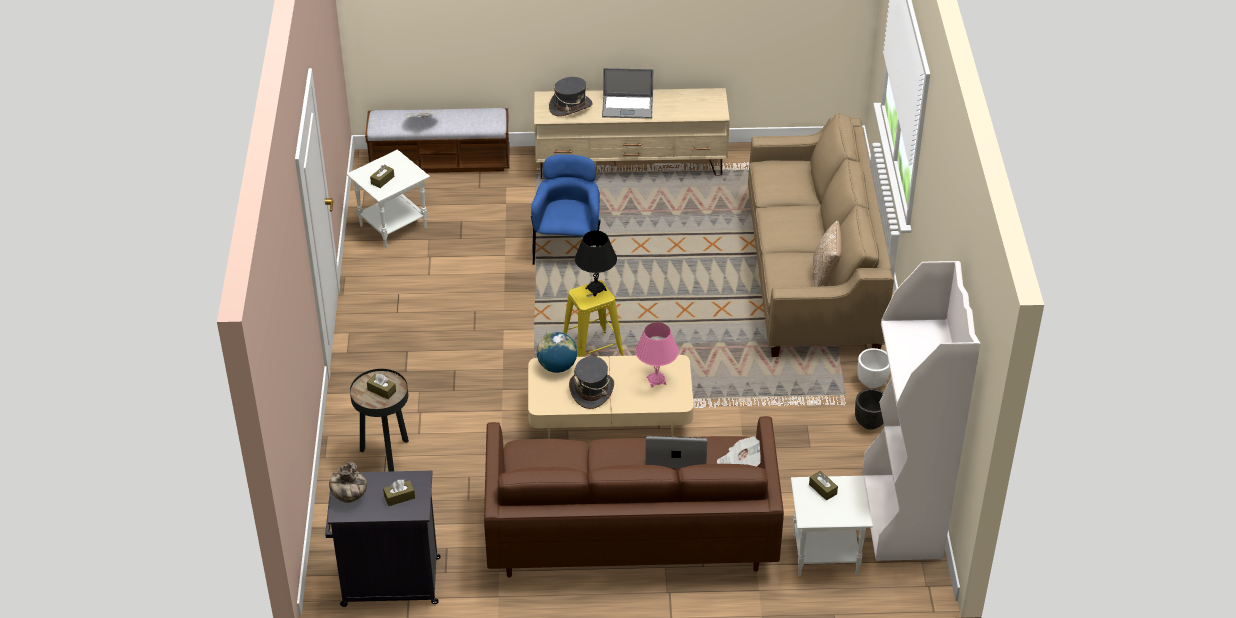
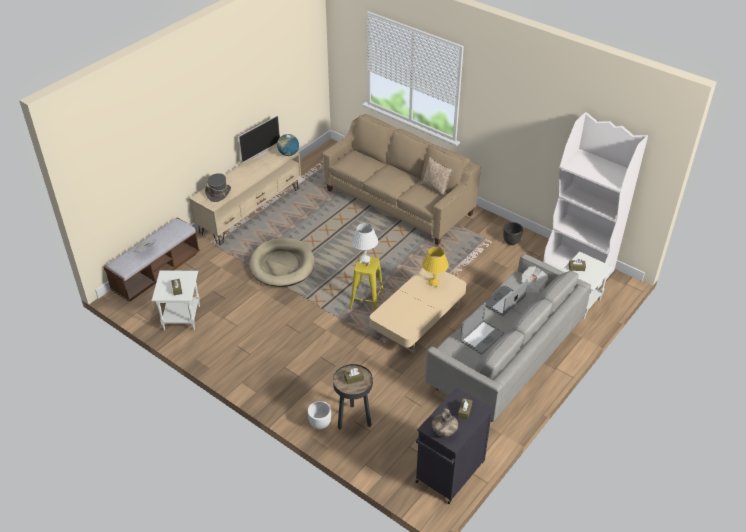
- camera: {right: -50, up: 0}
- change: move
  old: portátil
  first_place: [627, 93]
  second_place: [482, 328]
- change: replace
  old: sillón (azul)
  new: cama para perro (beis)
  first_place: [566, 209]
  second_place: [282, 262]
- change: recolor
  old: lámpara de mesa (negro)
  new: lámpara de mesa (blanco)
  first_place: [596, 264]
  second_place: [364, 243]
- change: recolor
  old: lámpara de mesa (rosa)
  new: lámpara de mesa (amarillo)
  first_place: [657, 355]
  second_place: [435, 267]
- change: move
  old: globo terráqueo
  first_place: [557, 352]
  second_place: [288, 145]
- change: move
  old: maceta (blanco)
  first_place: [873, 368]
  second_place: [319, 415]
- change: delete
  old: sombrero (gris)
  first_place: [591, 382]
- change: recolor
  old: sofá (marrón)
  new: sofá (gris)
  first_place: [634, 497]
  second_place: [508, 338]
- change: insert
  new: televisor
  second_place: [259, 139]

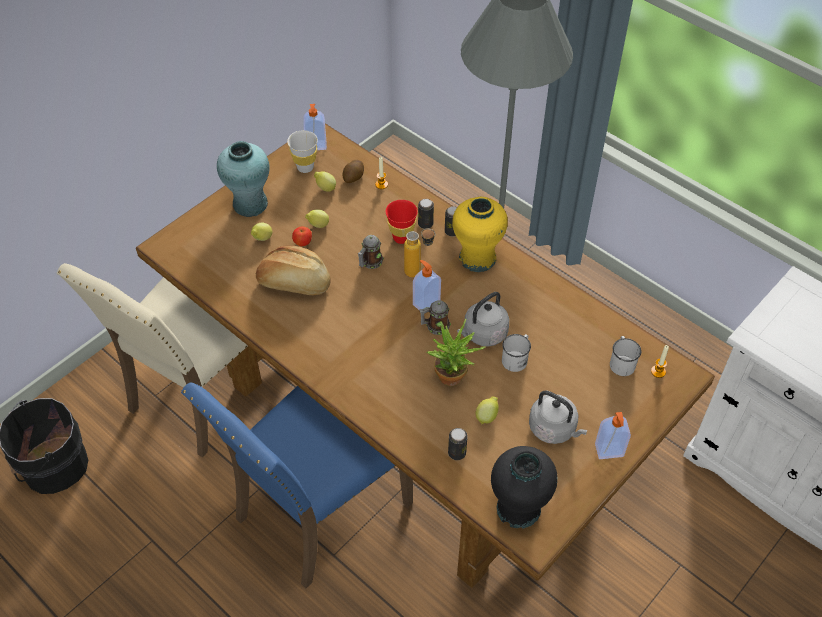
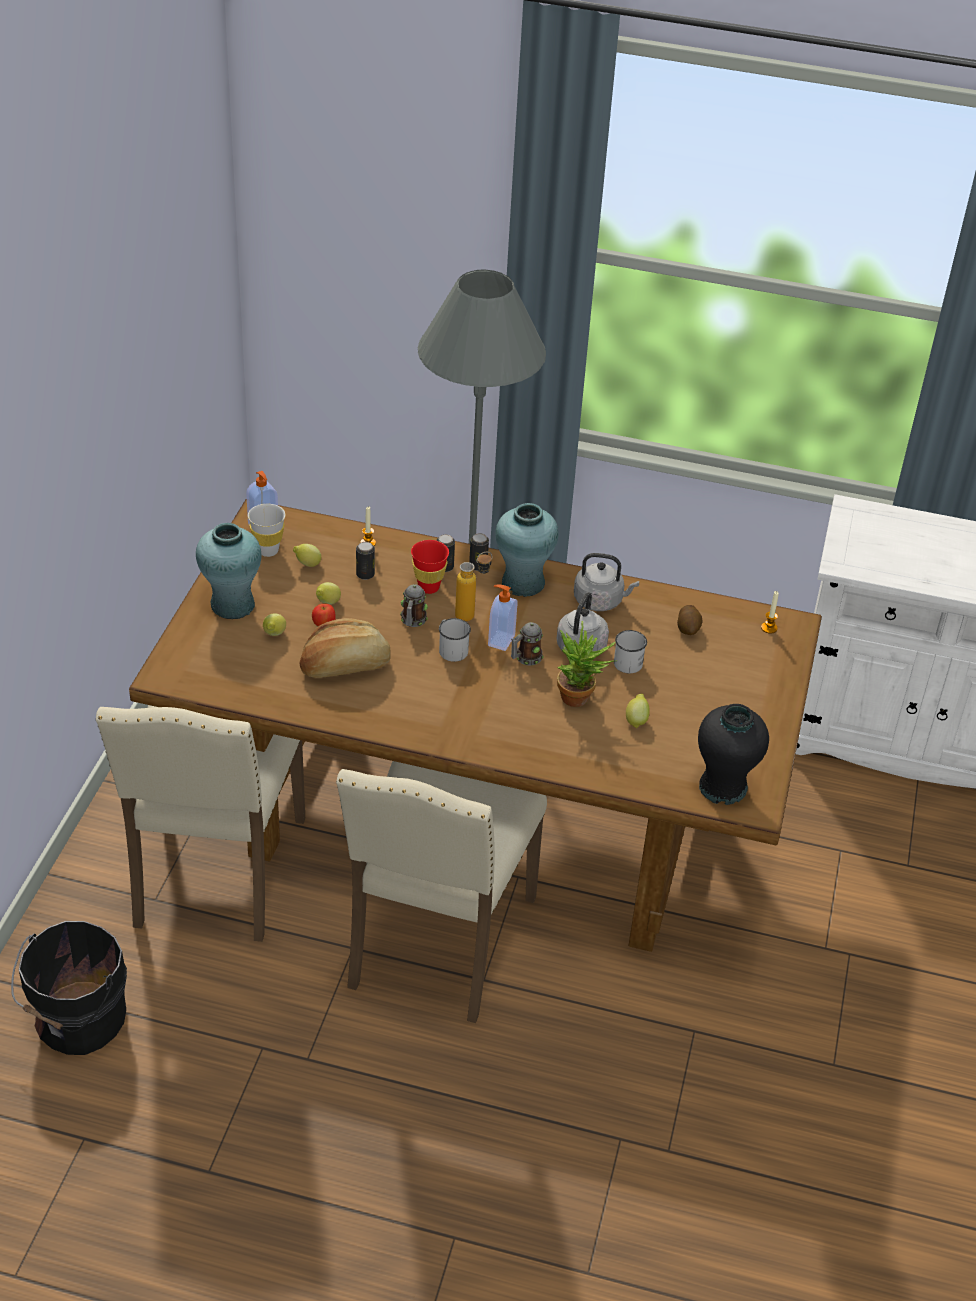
- camera: {right: -30, up: -10}
- change: move
  old: patata
  first_place: [353, 171]
  second_place: [689, 620]
- change: recolor
  old: florero (amarillo)
  new: florero (turquesa)
  first_place: [480, 234]
  second_place: [527, 550]
- change: move
  old: taza grande (blanco)
  first_place: [625, 356]
  second_place: [455, 640]
- change: recolor
  old: silla (azul)
  new: silla (beis)
  first_place: [297, 485]
  second_place: [441, 892]
- change: move
  old: hervidor (gris)
  first_place: [558, 417]
  second_place: [606, 582]
- change: delete
  old: dispensador de jabón
  first_place: [613, 435]
- change: move
  old: lata
  first_place: [458, 444]
  second_place: [365, 561]

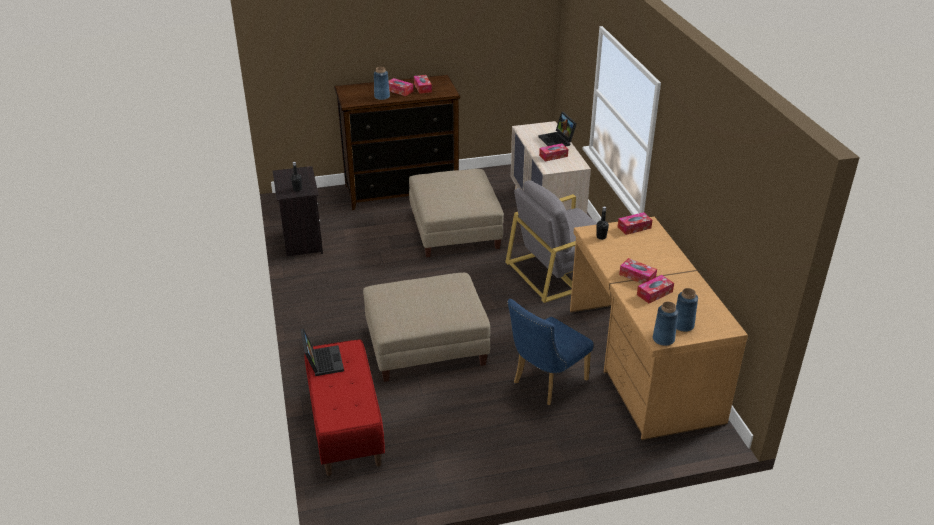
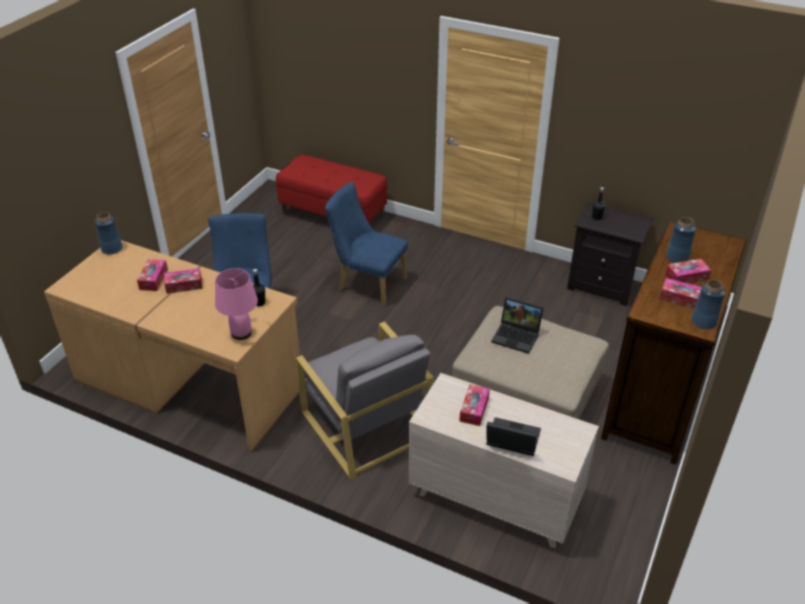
- camera: {right: 130, up: 5}
- change: rotate
  old: sillón (gris)
  first_place: [551, 241]
  second_place: [365, 400]
  degrees: 135
- change: replace
  old: caja de pañuelos
  new: lámpara de mesa (rosa)
  first_place: [635, 223]
  second_place: [236, 304]
- change: replace
  old: puf (beis)
  new: silla (azul)
  first_place: [426, 327]
  second_place: [366, 244]
- change: move
  old: florero (azul)
  first_place: [687, 310]
  second_place: [708, 304]
- change: move
  old: portátil
  first_place: [322, 352]
  second_place: [517, 325]

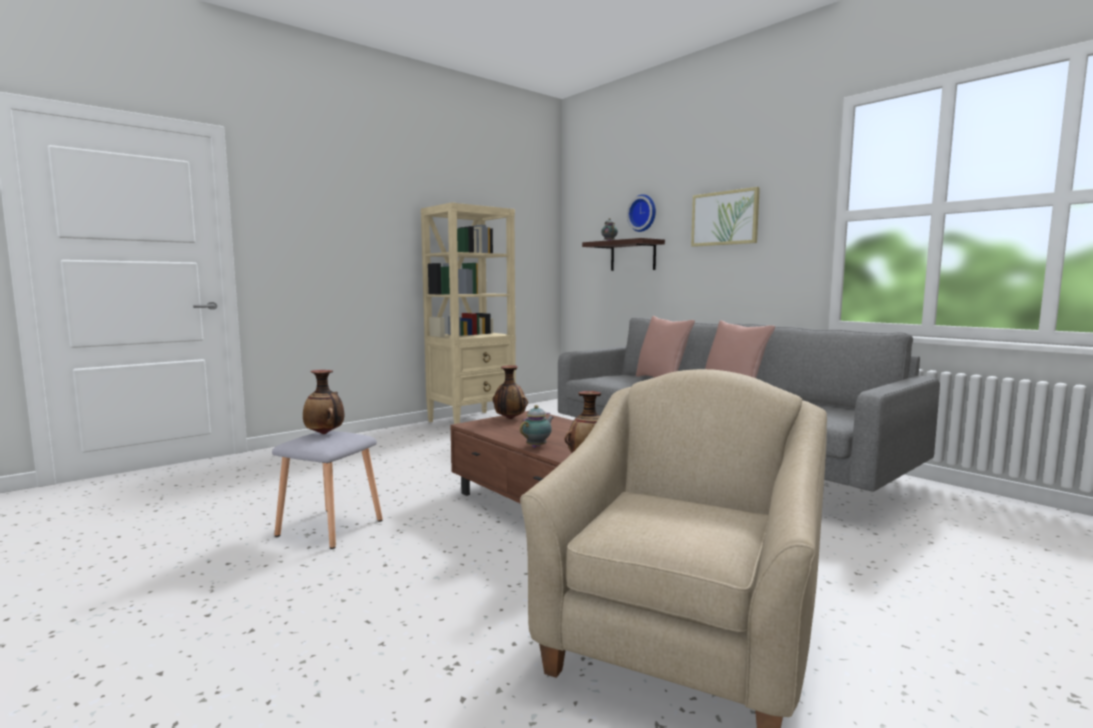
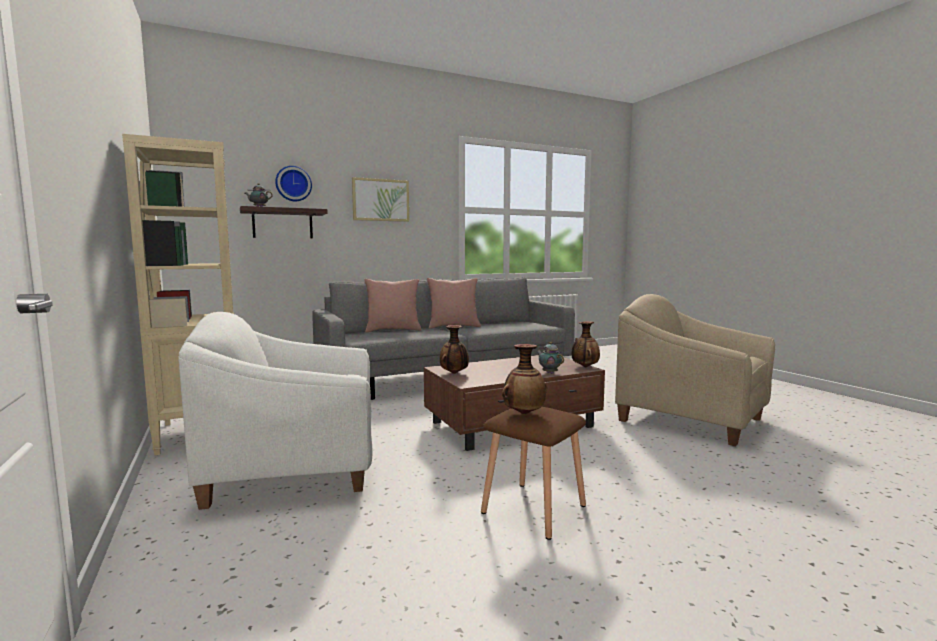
- camera: {right: -75, up: 0}
- change: recolor
  old: taburete (gris)
  new: taburete (marrón)
  first_place: [327, 490]
  second_place: [533, 473]
- change: insert
  new: sillón (blanco)
  second_place: [275, 411]

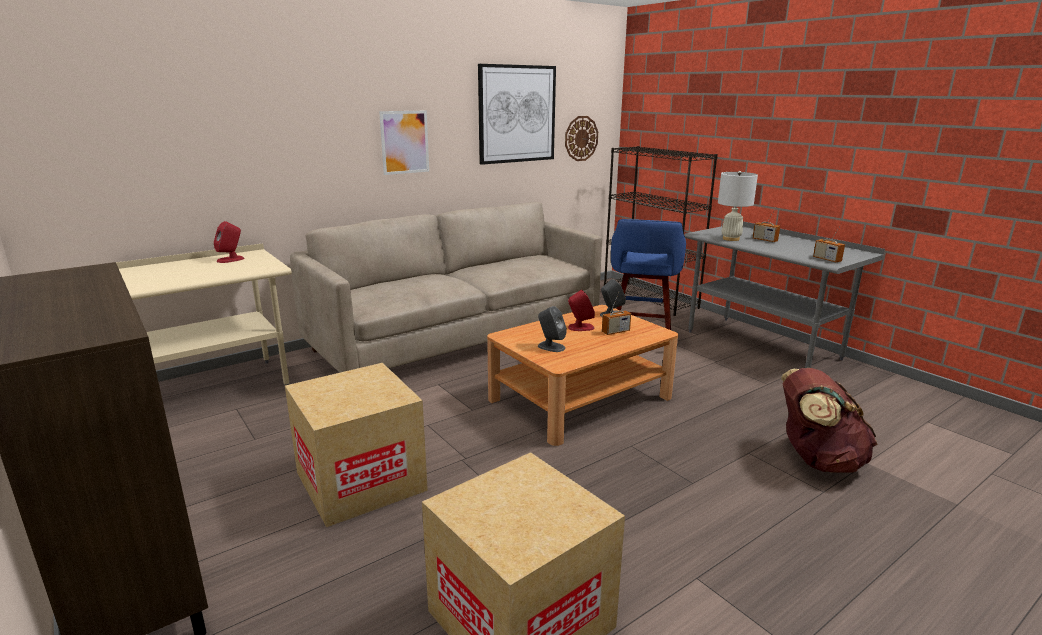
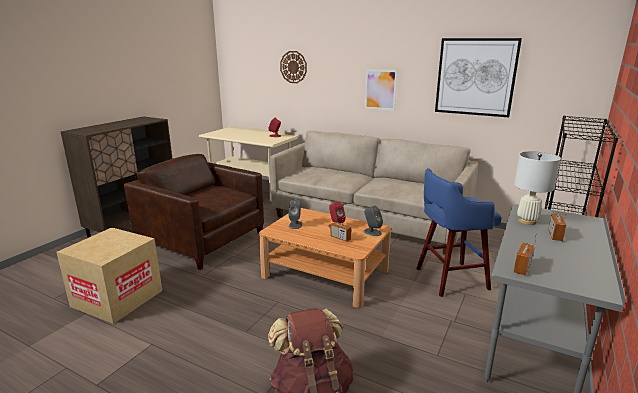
- camera: {right: 65, up: 0}
- change: move
  old: reloj de pared
  first_place: [581, 138]
  second_place: [293, 67]
- change: replace
  old: caja de cartón
  new: sillón (marrón)
  first_place: [356, 445]
  second_place: [194, 212]

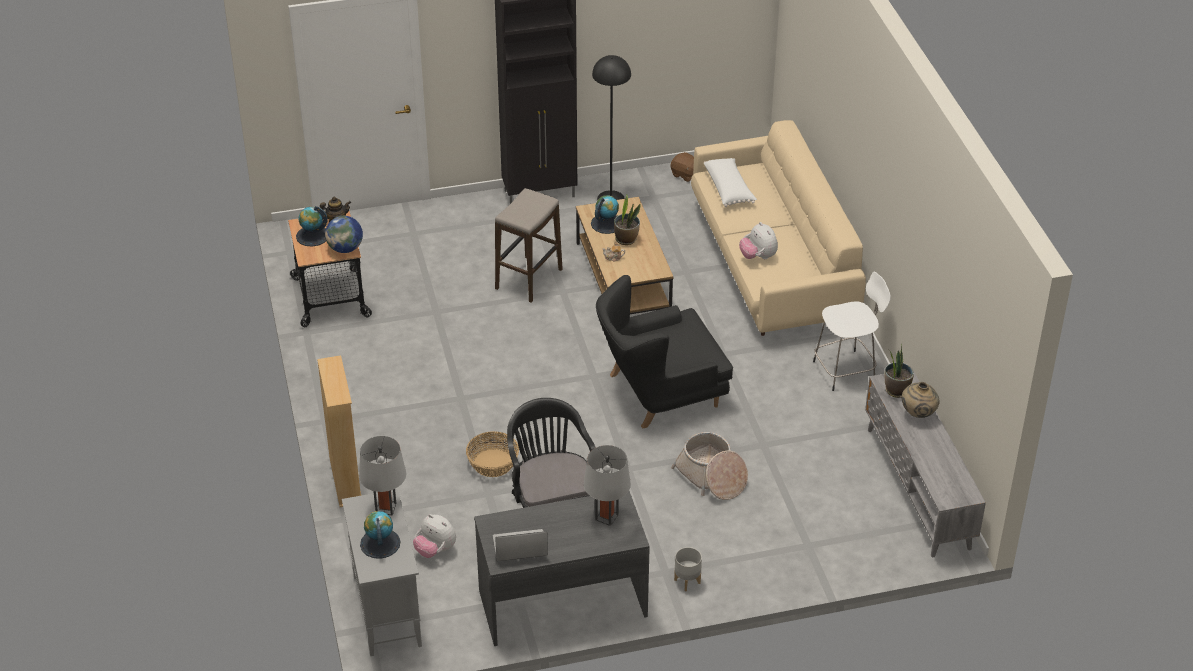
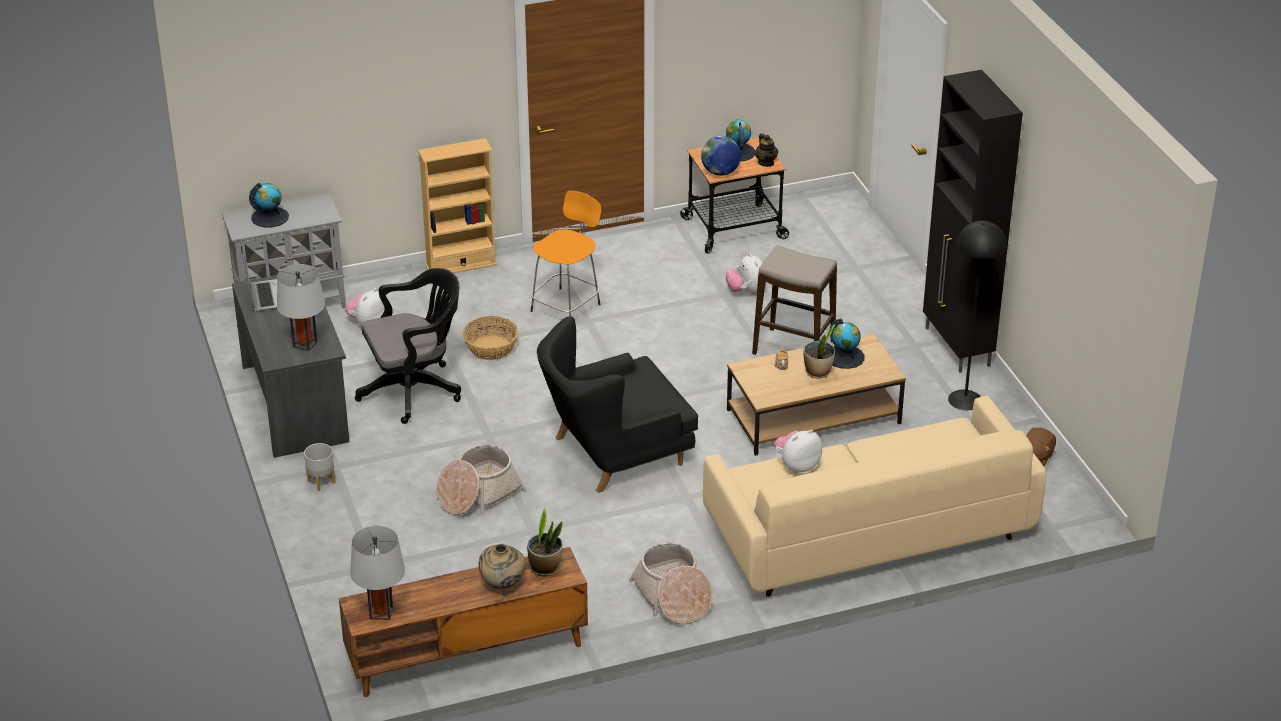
- camera: {right: 85, up: -5}
- change: delete
  old: cojín (blanco)
  first_place: [730, 182]
- change: replace
  old: taburete (blanco)
  new: cesta
  first_place: [852, 331]
  second_place: [670, 583]
- change: rotate
  old: sillón (negro)
  first_place: [664, 352]
  second_place: [617, 404]
  degrees: -90
- change: recolor
  old: mueble de televisión (gris)
  new: mueble de televisión (marrón)
  first_place: [925, 463]
  second_place: [463, 622]
- change: move
  old: lámpara de mesa (gris)
  first_place: [383, 476]
  second_place: [377, 573]
- change: insert
  new: taburete (naranja)
  second_place: [566, 253]
- change: insert
  new: peluche
  second_place: [746, 274]

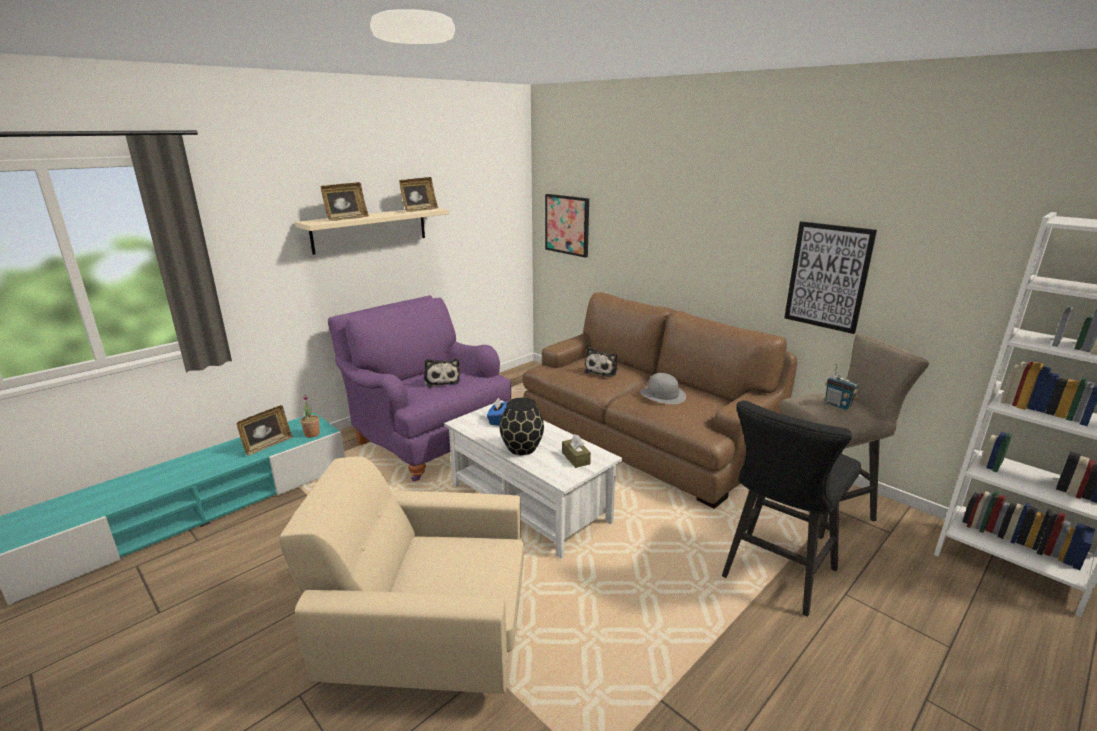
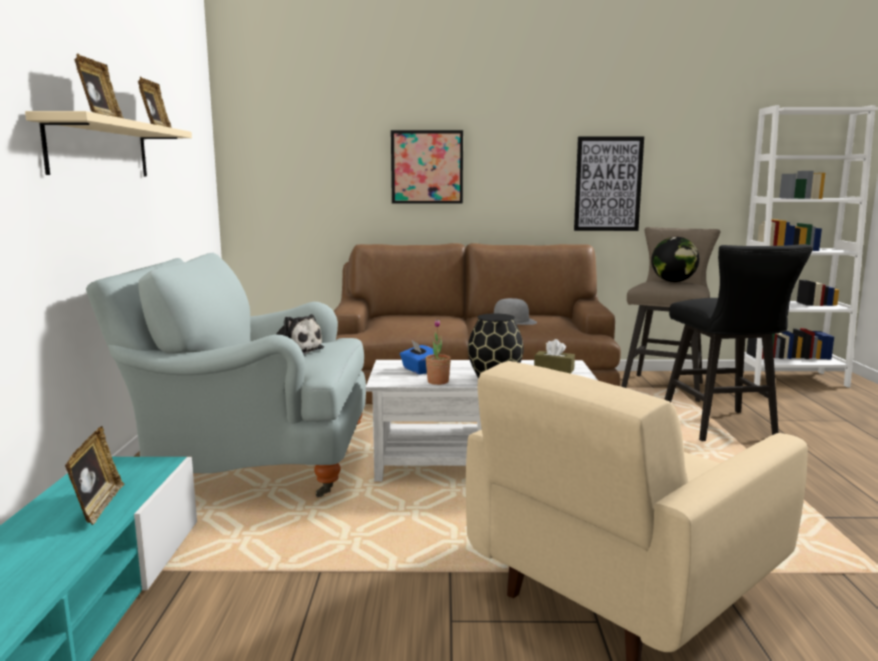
- camera: {right: -45, up: -10}
- change: move
  old: cuadro
  first_place: [567, 226]
  second_place: [427, 167]
- change: recolor
  old: sillón (morado)
  new: sillón (gris)
  first_place: [419, 388]
  second_place: [226, 375]
- change: delete
  old: peluche
  first_place: [601, 362]
- change: replace
  old: radio
  new: globo terráqueo
  first_place: [842, 386]
  second_place: [675, 259]
- change: move
  old: planta en maceta
  first_place: [310, 416]
  second_place: [438, 352]

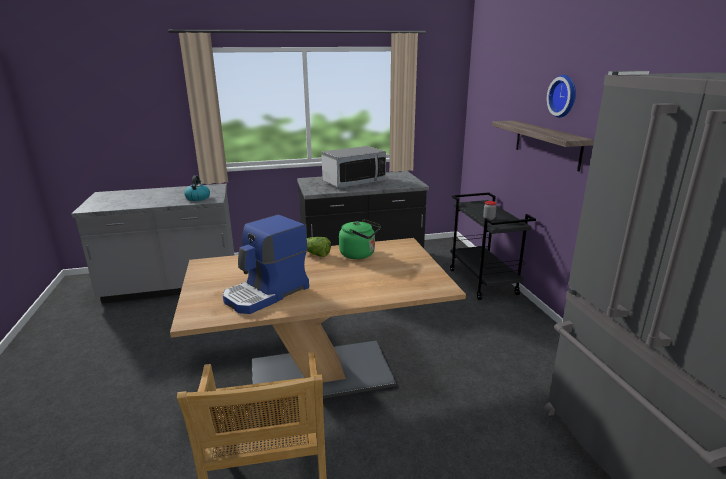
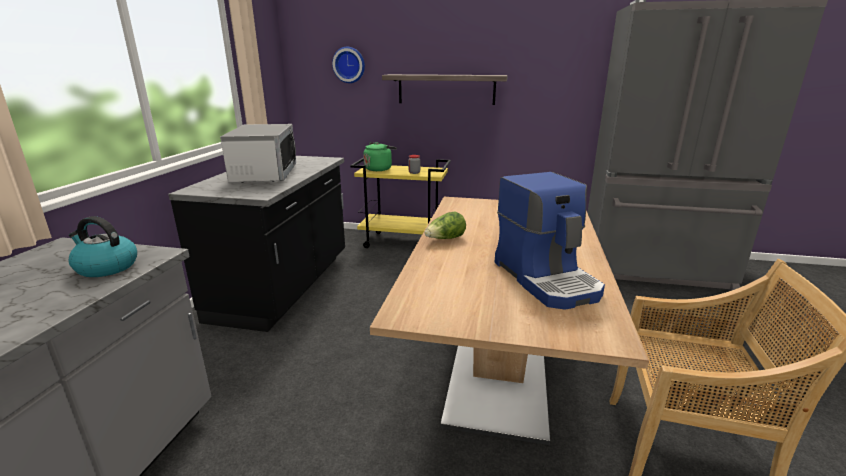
- camera: {right: -65, up: 0}
- change: move
  old: reloj de pared
  first_place: [561, 96]
  second_place: [348, 65]
- change: recolor
  old: carrito (negro)
  new: carrito (amarillo)
  first_place: [493, 246]
  second_place: [401, 202]
- change: move
  old: hervidor (verde)
  first_place: [360, 239]
  second_place: [380, 156]

